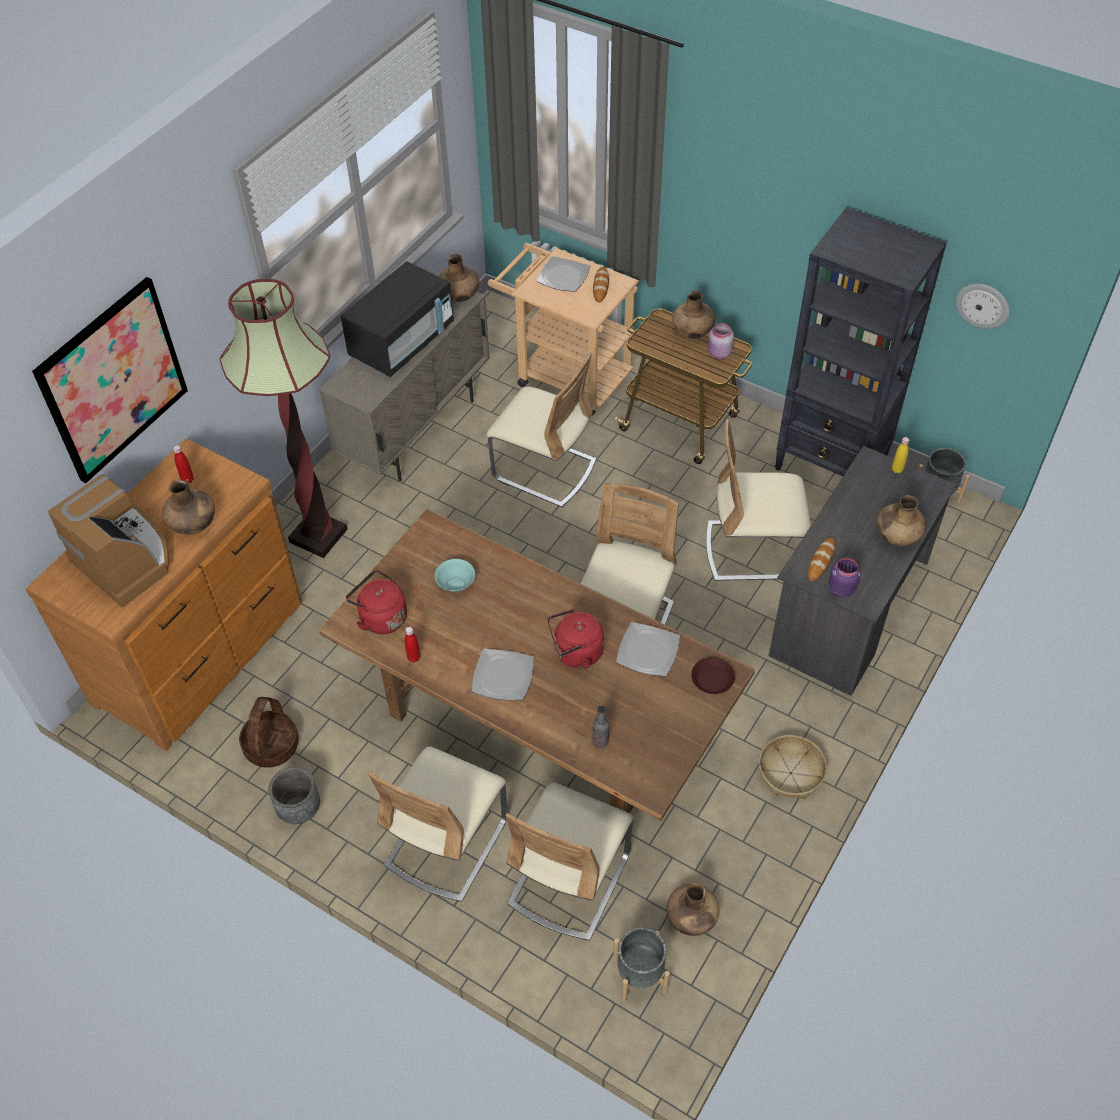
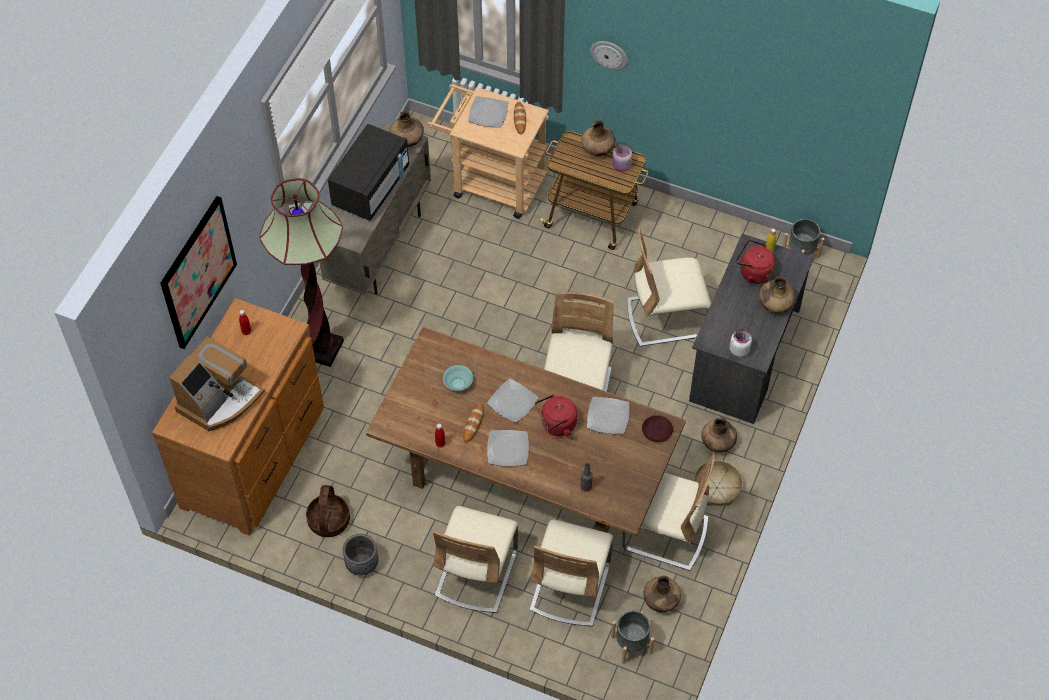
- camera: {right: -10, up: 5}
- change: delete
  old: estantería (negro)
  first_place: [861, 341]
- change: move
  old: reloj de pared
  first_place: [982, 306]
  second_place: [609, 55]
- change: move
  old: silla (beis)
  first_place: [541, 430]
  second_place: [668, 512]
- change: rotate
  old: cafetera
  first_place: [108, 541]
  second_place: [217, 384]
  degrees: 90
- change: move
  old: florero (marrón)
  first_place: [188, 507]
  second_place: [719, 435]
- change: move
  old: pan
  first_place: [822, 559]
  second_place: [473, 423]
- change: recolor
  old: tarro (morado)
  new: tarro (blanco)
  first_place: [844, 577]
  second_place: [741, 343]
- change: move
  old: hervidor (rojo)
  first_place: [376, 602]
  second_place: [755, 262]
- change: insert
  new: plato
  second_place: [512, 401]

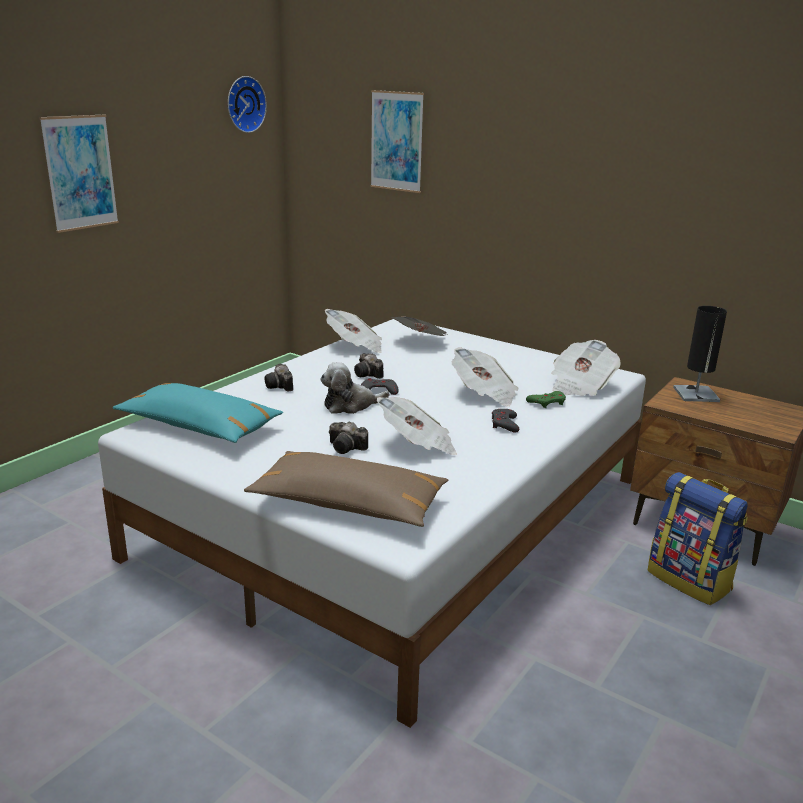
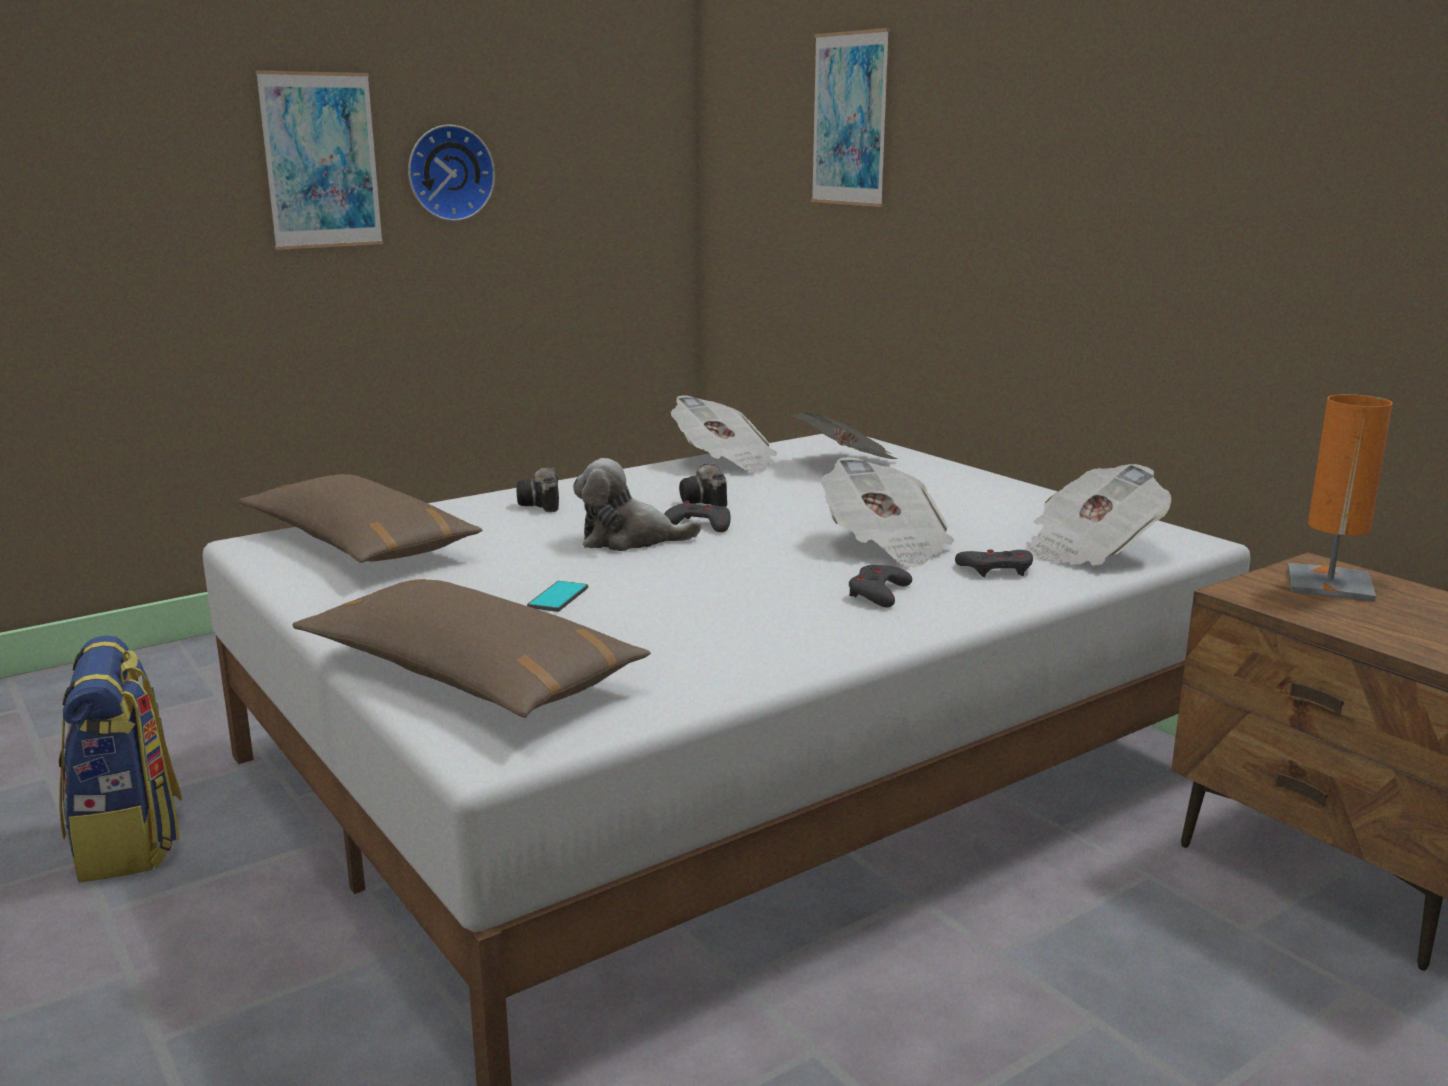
- camera: {right: 20, up: -5}
- change: move
  old: reloj de pared
  first_place: [247, 104]
  second_place: [451, 173]
- change: recolor
  old: lámpara de mesa (negro)
  new: lámpara de mesa (naranja)
  first_place: [700, 354]
  second_place: [1340, 498]
- change: recolor
  old: cojín (turquesa)
  new: cojín (marrón)
  first_place: [198, 413]
  second_place: [361, 518]
- change: recolor
  old: mando de consola (verde)
  new: mando de consola (gris)
  first_place: [546, 399]
  second_place: [994, 563]
- change: delete
  old: periódico
  first_place: [417, 426]
- change: replace
  old: cámara
  new: móvil
  first_place: [348, 437]
  second_place: [557, 596]
- change: move
  old: mochila
  first_place: [698, 538]
  second_place: [120, 758]

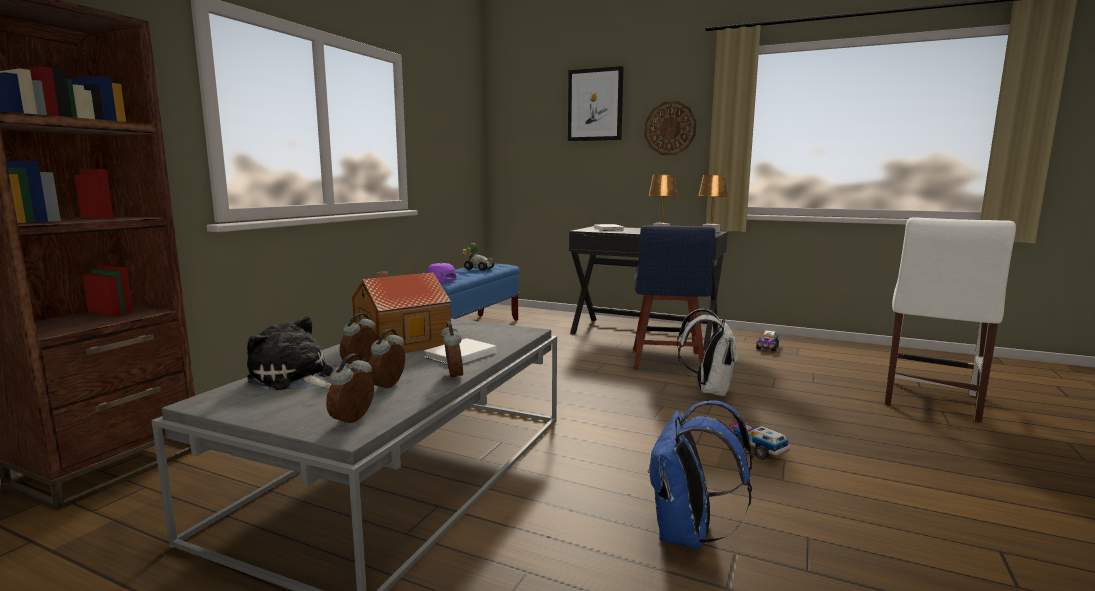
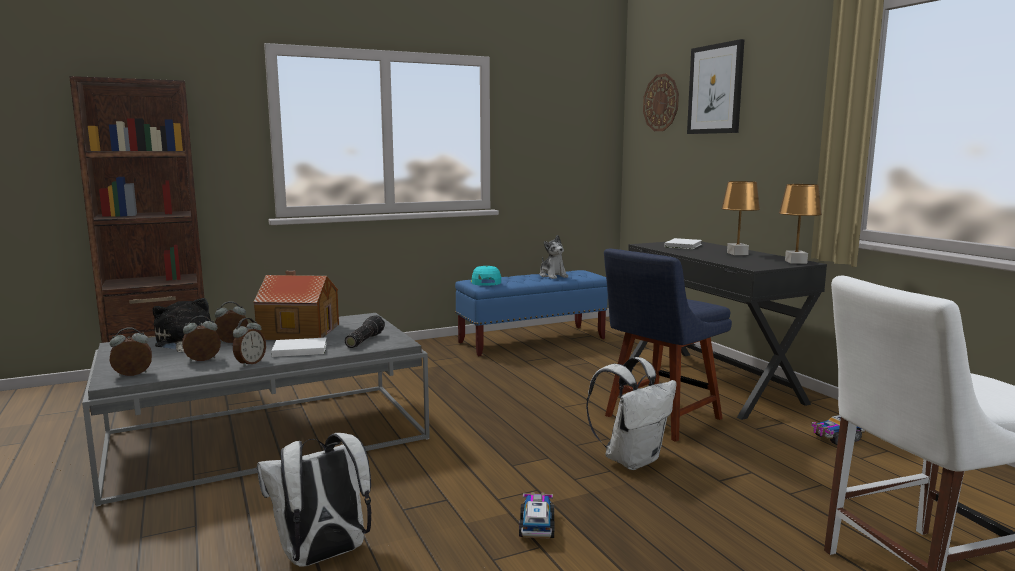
- camera: {right: 40, up: 0}
- change: move
  old: reloj de pared
  first_place: [670, 128]
  second_place: [661, 102]
- change: replace
  old: coche de juguete
  new: peluche
  first_place: [478, 257]
  second_place: [553, 257]
- change: recolor
  old: gorra (morado)
  new: gorra (turquesa)
  first_place: [441, 272]
  second_place: [486, 276]
- change: recolor
  old: mochila (azul)
  new: mochila (blanco)
  first_place: [700, 474]
  second_place: [314, 500]
- change: insert
  new: linterna
  second_place: [365, 331]

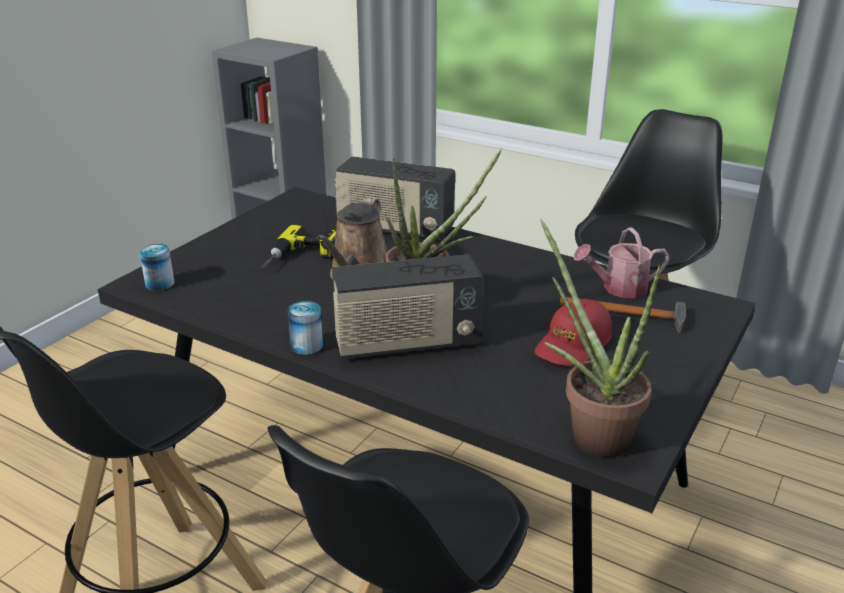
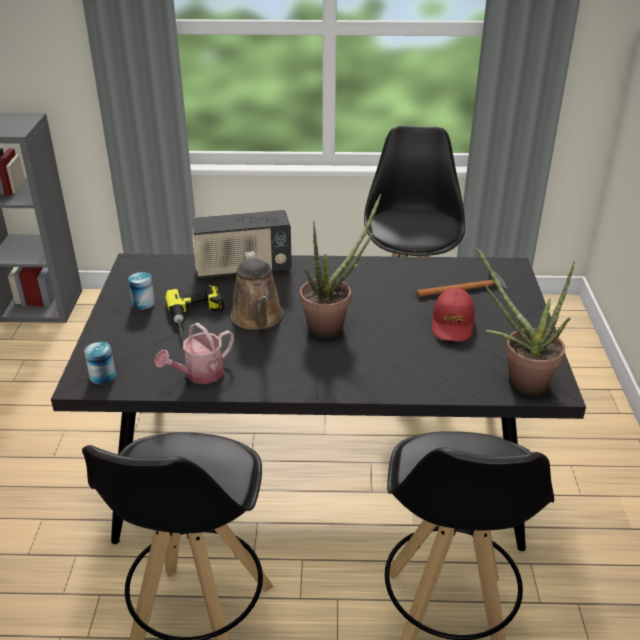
- camera: {right: -30, up: 5}
- change: move
  old: regadera
  first_place: [622, 262]
  second_place: [194, 353]
- change: delete
  old: radio
  first_place: [408, 306]
- change: move
  old: lata
  first_place: [305, 328]
  second_place: [141, 291]

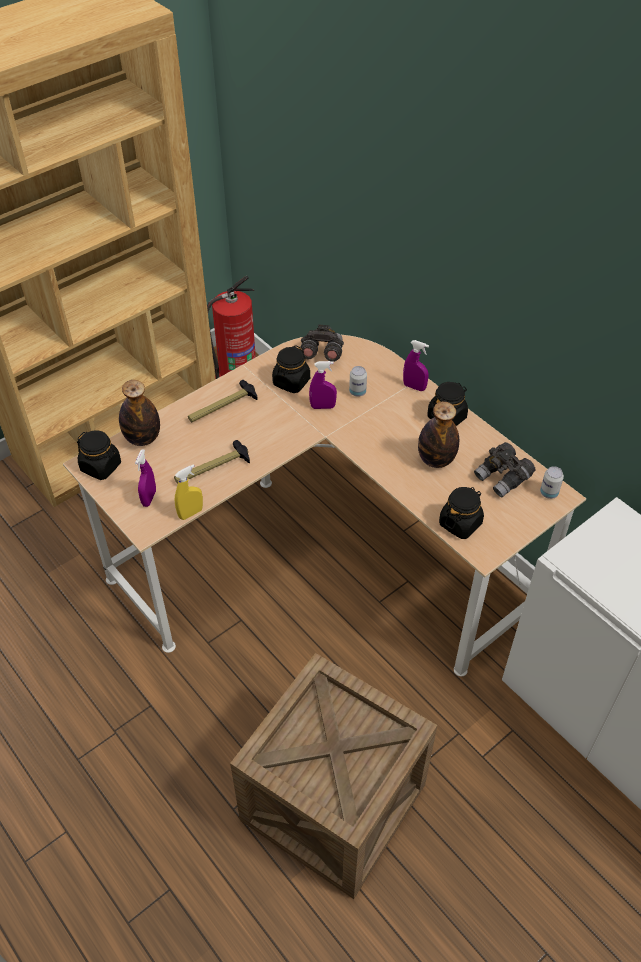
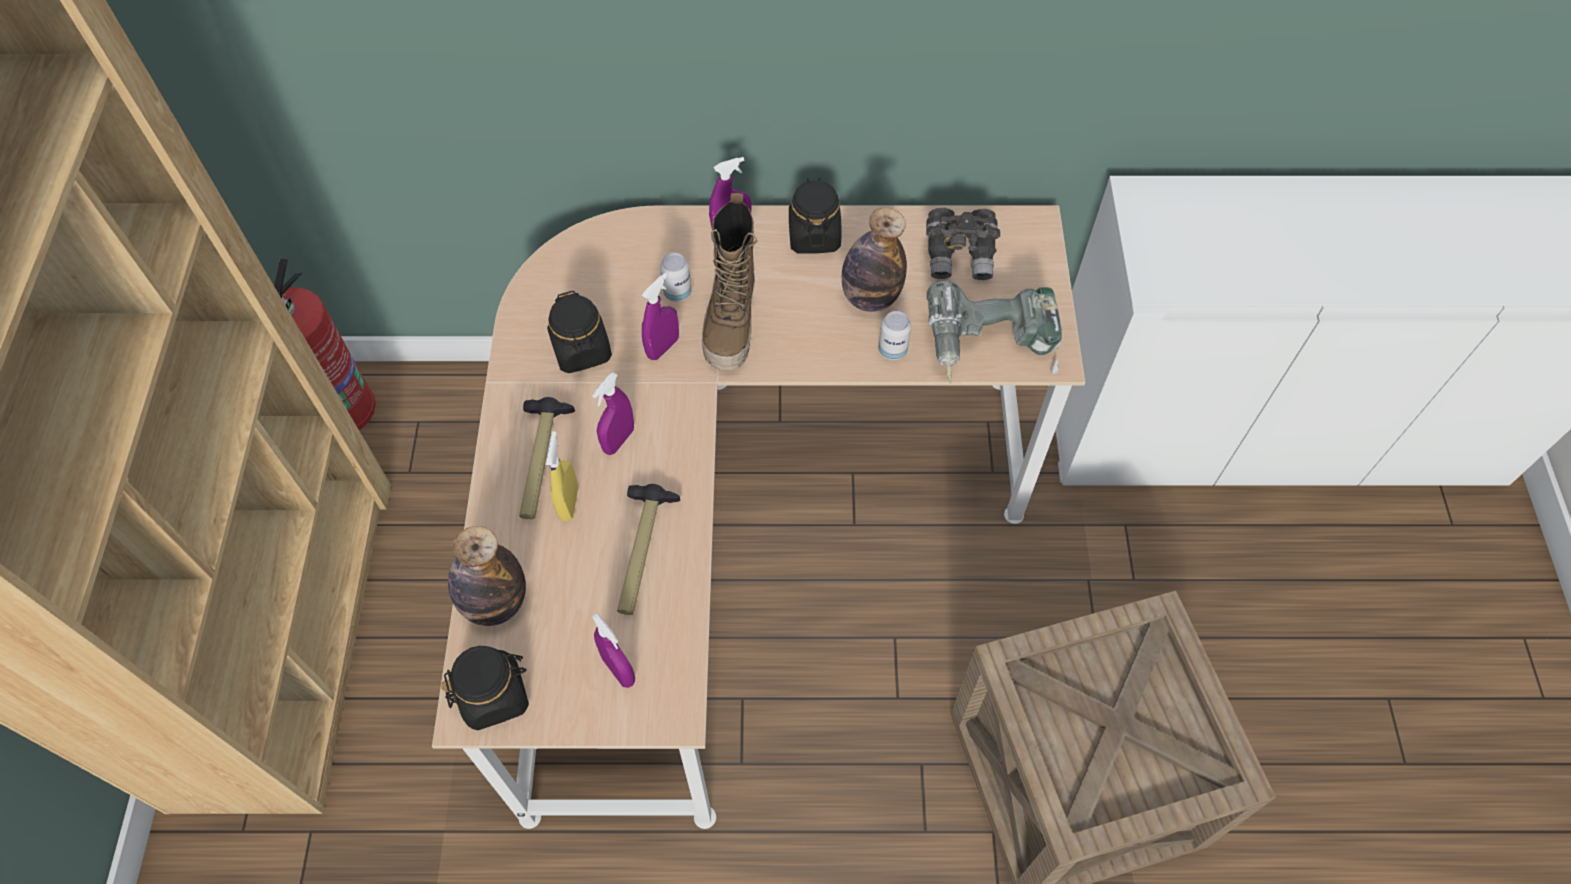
- camera: {right: -50, up: 10}
- change: delete
  old: prismáticos (gris)
  first_place: [322, 343]
- change: move
  old: pulverizador (amarillo)
  first_place: [189, 492]
  second_place: [562, 476]
- change: move
  old: lata
  first_place: [552, 482]
  second_place: [895, 335]
- change: replace
  old: tarro (negro)
  new: taladro
  first_place: [461, 513]
  second_place: [995, 332]
- change: insert
  new: bota
  second_place: [729, 281]
- change: insert
  new: pulverizador (morado)
  second_place: [613, 413]

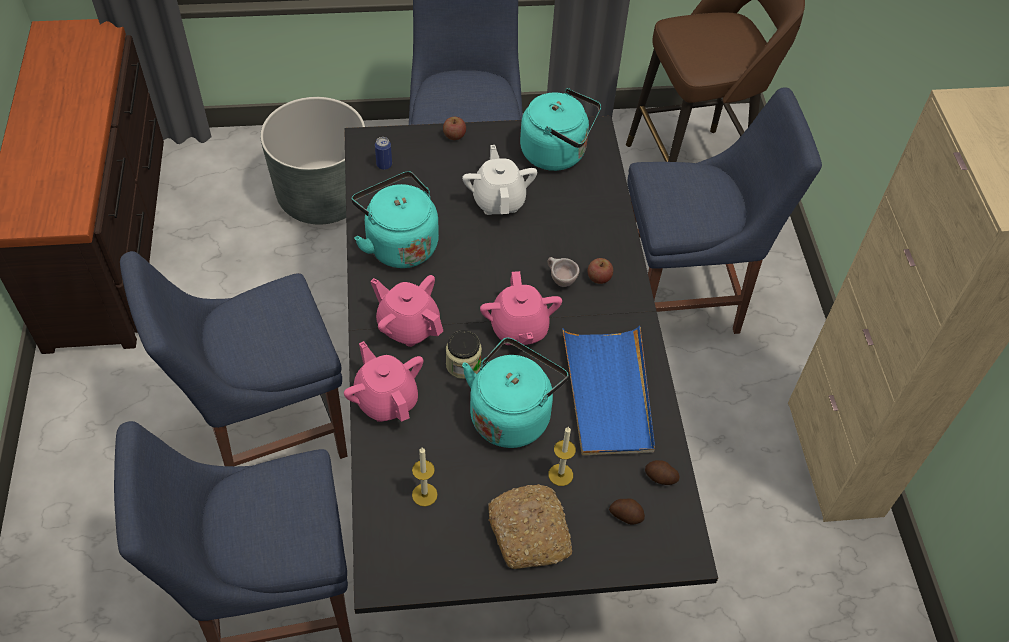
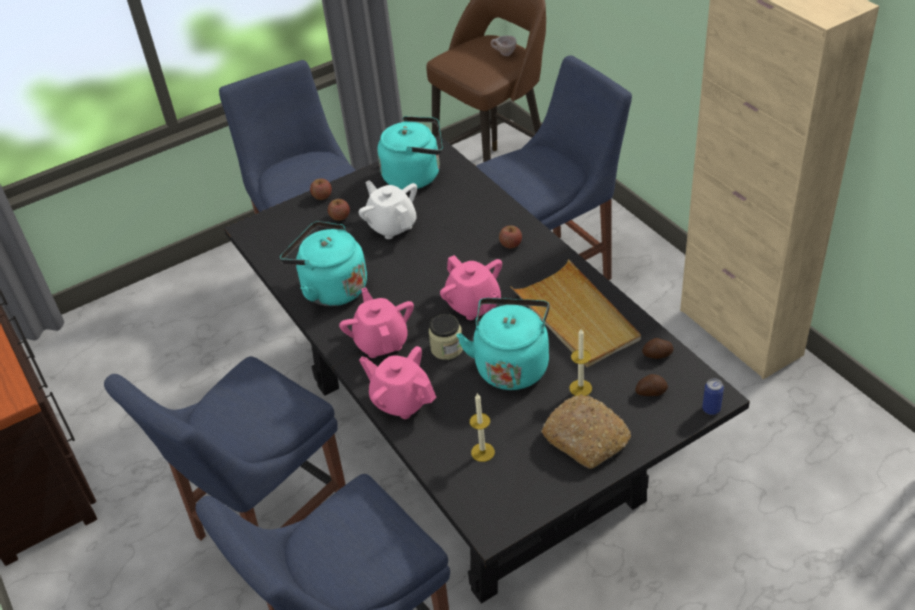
- camera: {right: -20, up: -10}
- change: delete
  old: maceta (gris)
  first_place: [312, 161]
- change: move
  old: lata
  first_place: [383, 153]
  second_place: [713, 397]
- change: move
  old: taza (beis)
  first_place: [563, 272]
  second_place: [504, 45]
- change: rotate
  old: tetera (rosa)
  first_place: [406, 311]
  second_place: [376, 322]
  degrees: 60
- change: recolor
  old: bandeja (azul)
  new: bandeja (beis)
  first_place: [608, 390]
  second_place: [575, 313]
- change: insert
  new: manzana
  second_place: [339, 210]

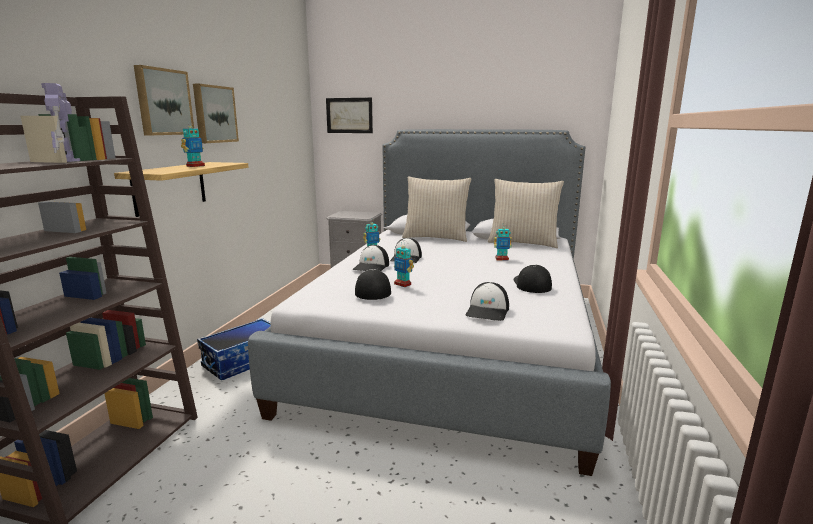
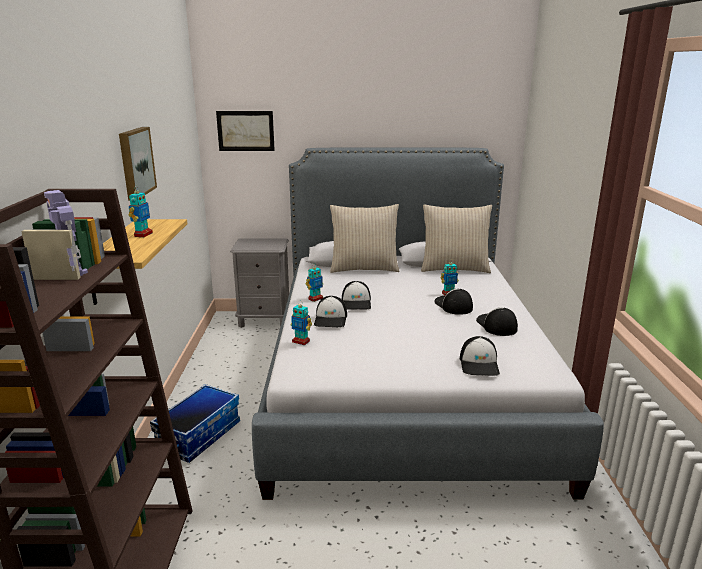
- camera: {right: -15, up: 5}
- change: delete
  old: cuadro
  first_place: [164, 100]
- change: move
  old: robot de juguete
  first_place: [404, 264]
  second_place: [301, 322]
- change: move
  old: gorra
  first_place: [373, 284]
  second_place: [453, 302]

